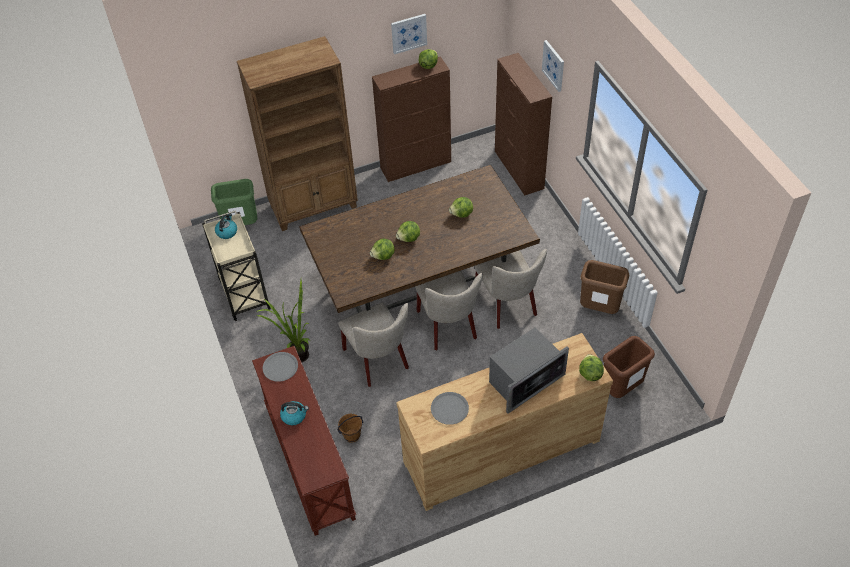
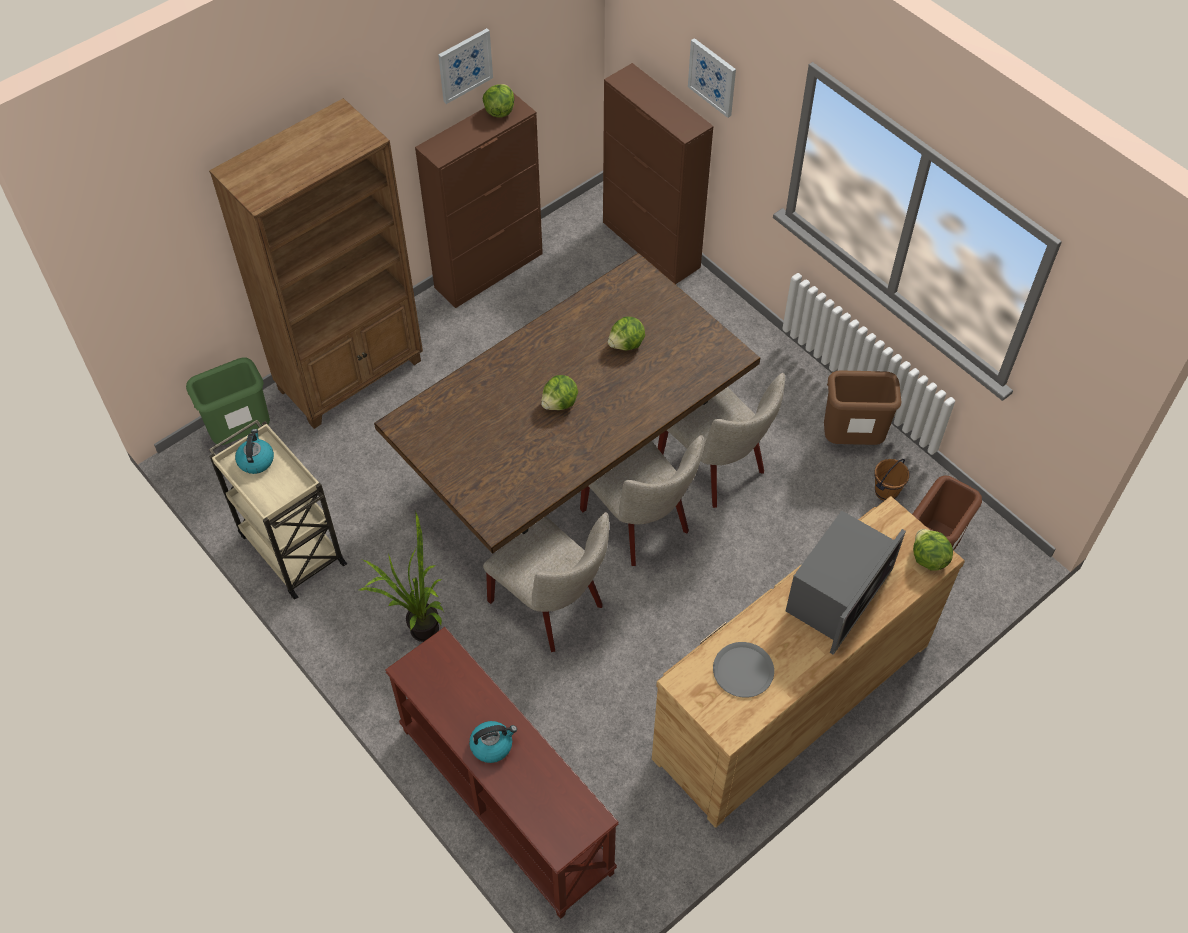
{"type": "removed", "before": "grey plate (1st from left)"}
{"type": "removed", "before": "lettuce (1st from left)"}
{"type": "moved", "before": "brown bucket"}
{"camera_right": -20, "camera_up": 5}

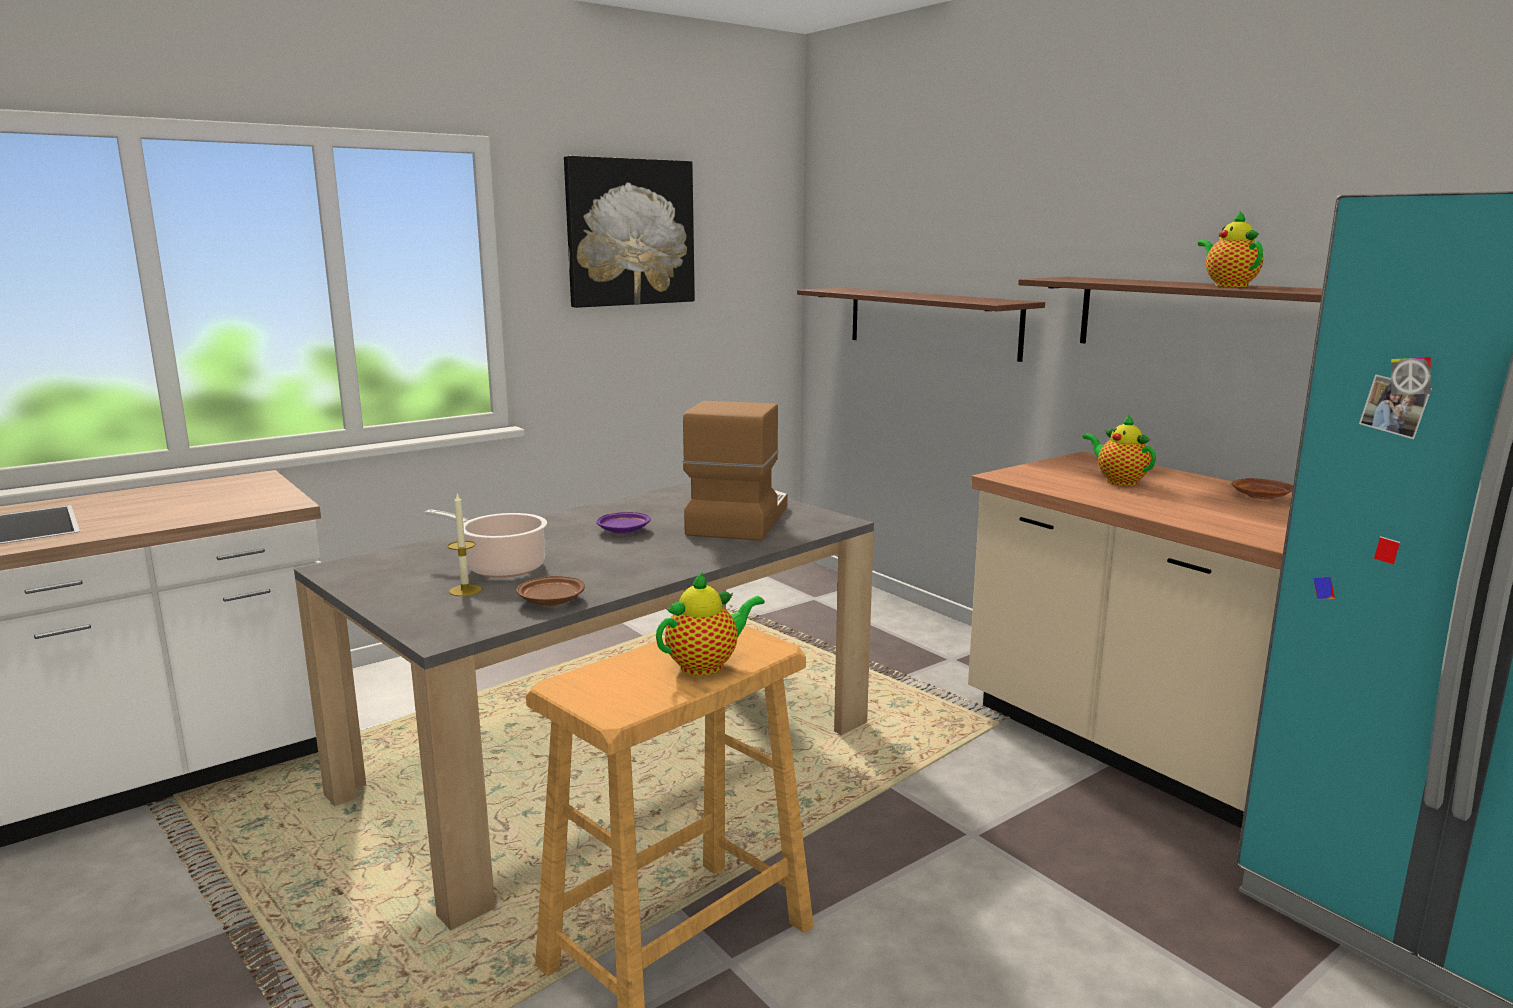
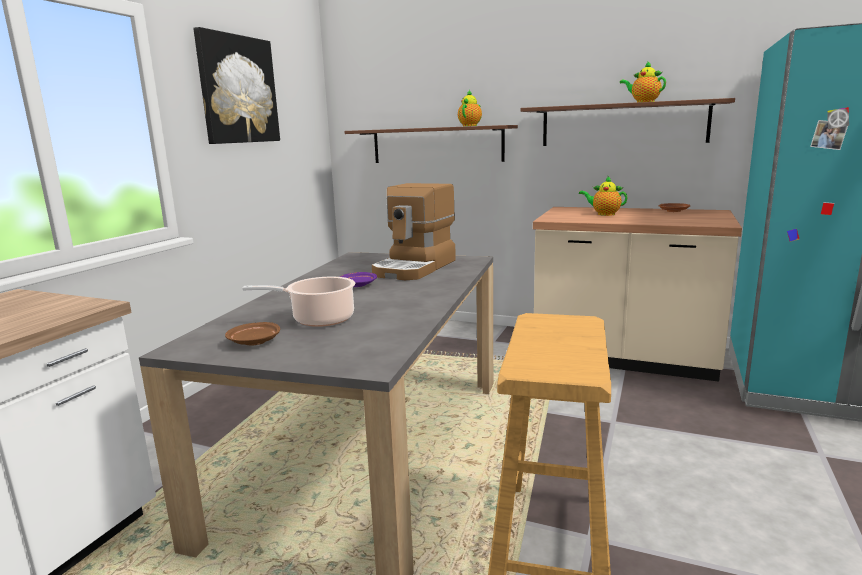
{"type": "removed", "before": "candle"}
{"type": "moved", "before": "brown plate (1st from left)"}
{"type": "moved", "before": "teapot (1st from left)"}
{"type": "turned", "before": "coffee machine", "turn": -135}
{"camera_right": -30, "camera_up": 0}

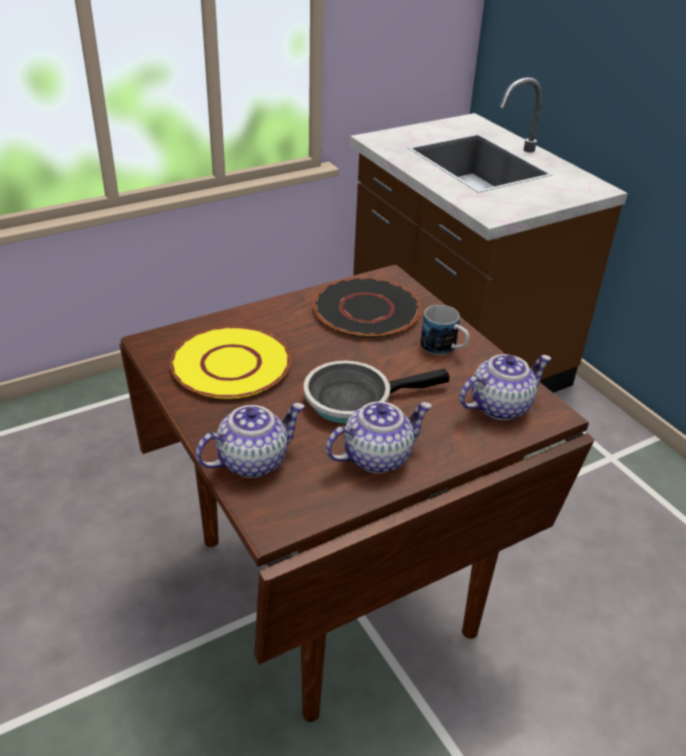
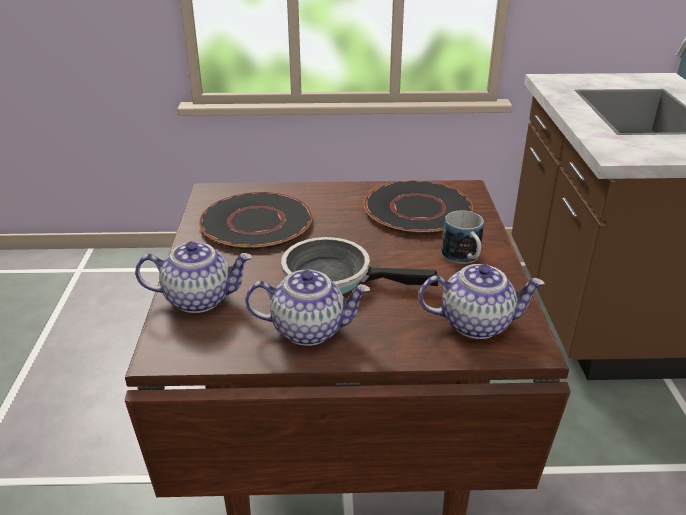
{"type": "recoloured", "before": "yellow plate", "after": "black plate (1st from left)"}
{"camera_right": 30, "camera_up": -5}

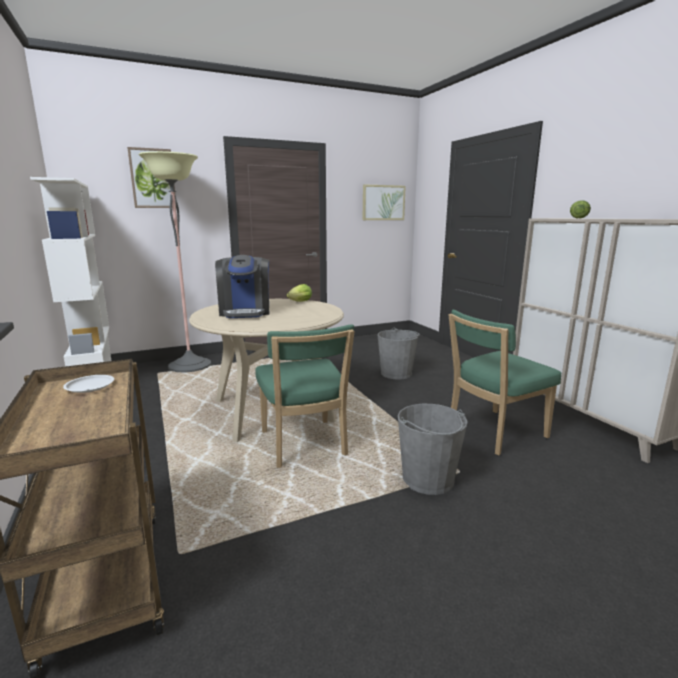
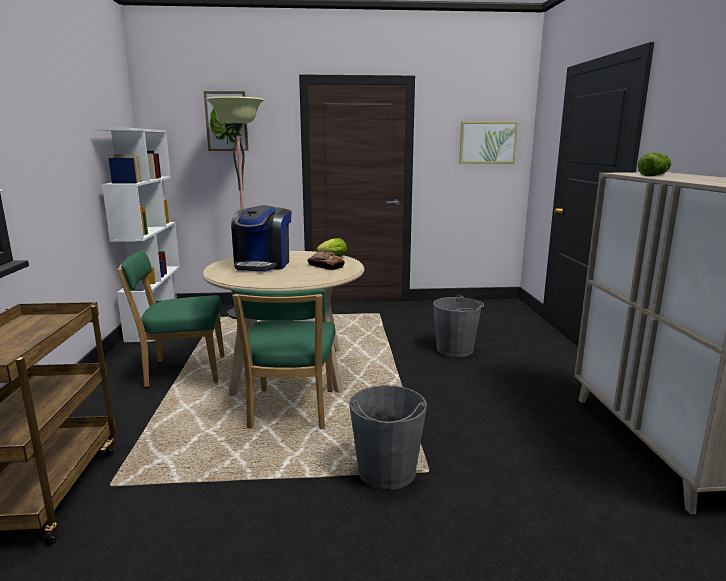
{"type": "removed", "before": "white plate"}
{"type": "added", "after": "bread"}
{"type": "moved", "before": "green chair (2nd from left in the first image)", "after": "green chair (1st from left)"}
{"camera_right": 20, "camera_up": 0}

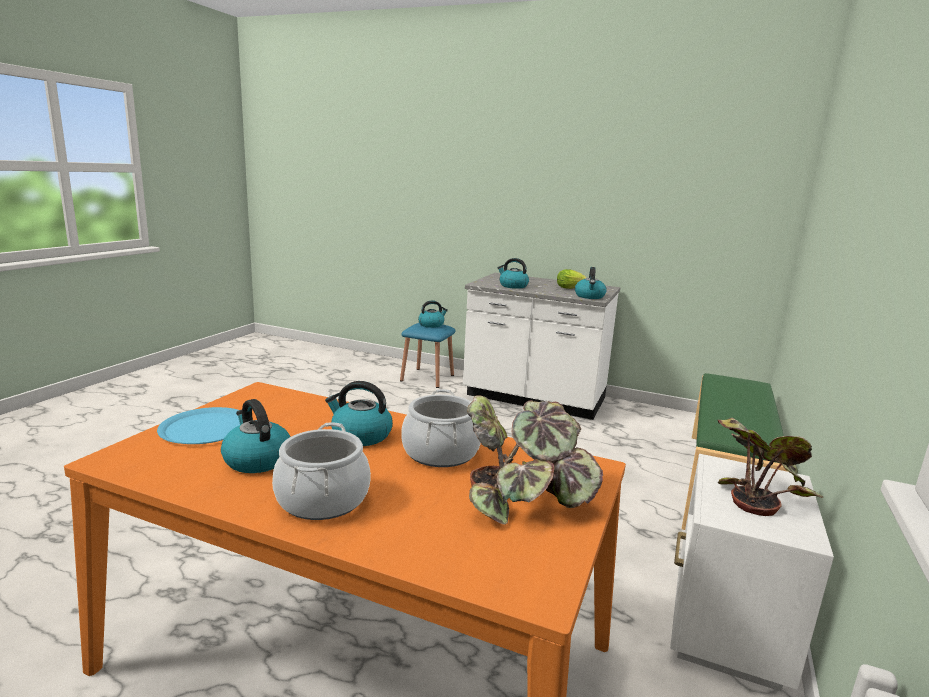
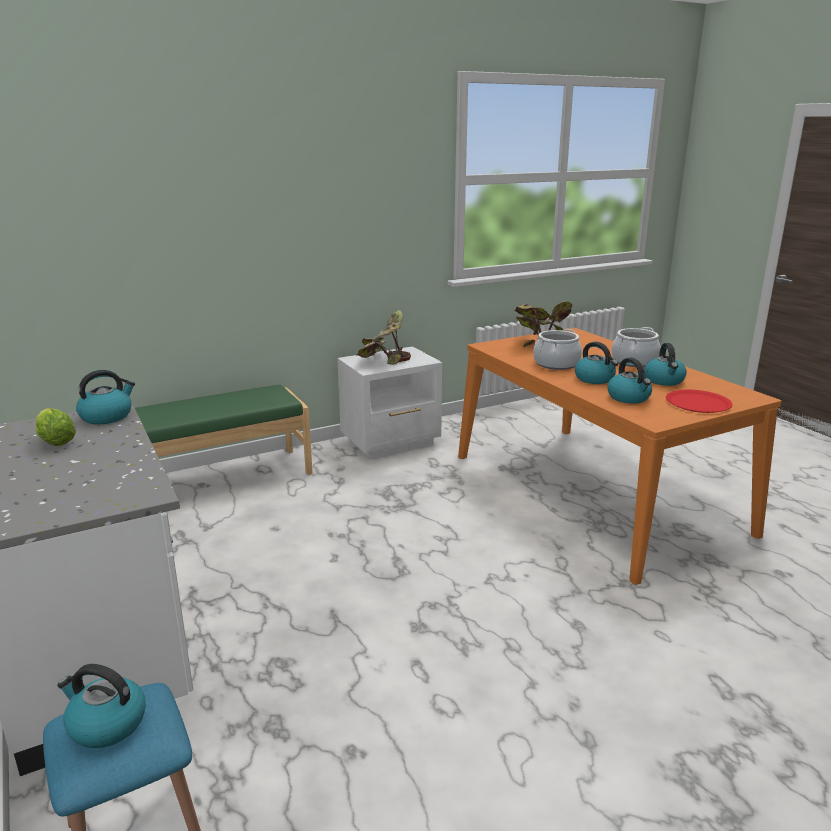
{"type": "moved", "before": "kettle (4th from left)"}
{"type": "recoloured", "before": "blue plate", "after": "red plate"}
{"camera_right": -140, "camera_up": 5}

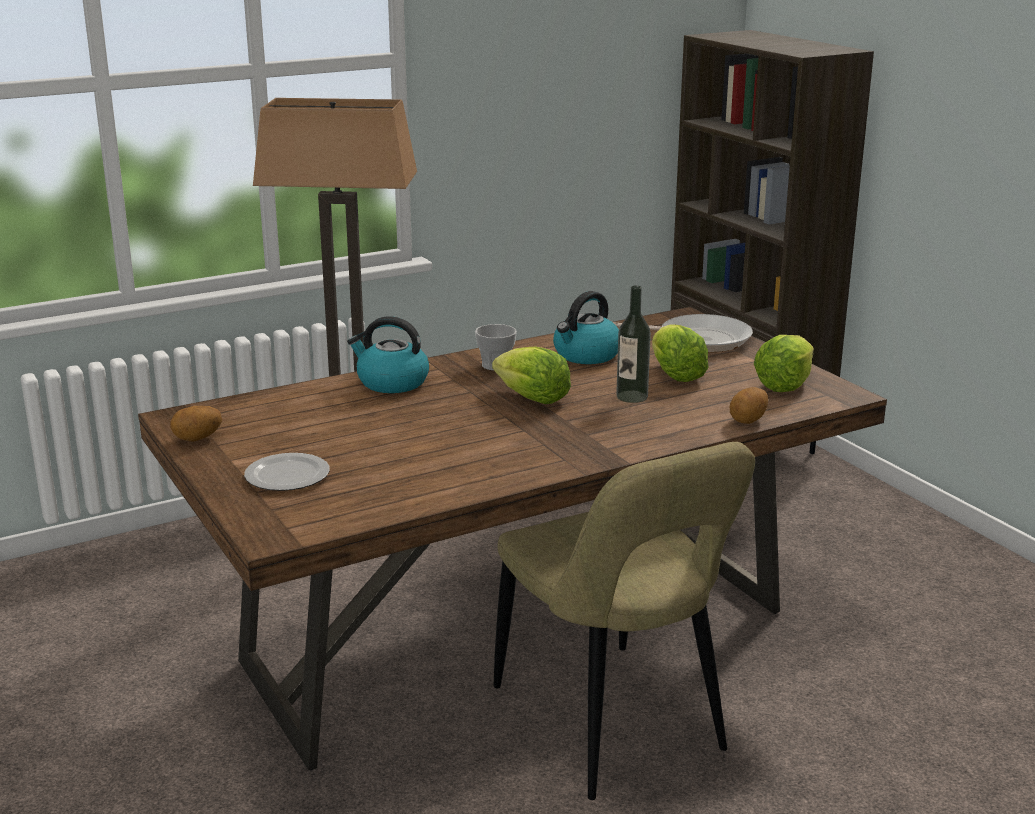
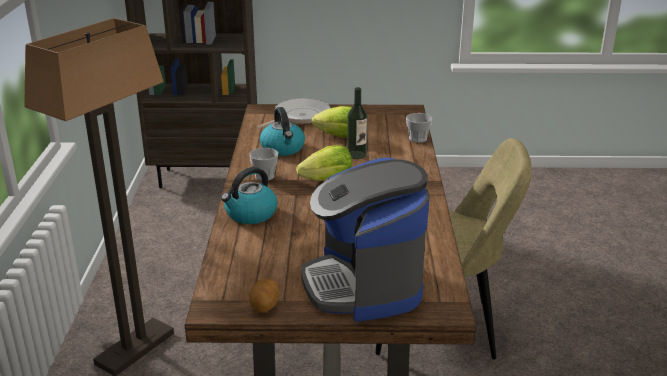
{"type": "removed", "before": "lettuce (3rd from left)"}
{"type": "replaced", "before": "plate", "after": "coffee machine"}
{"type": "replaced", "before": "potato (2nd from left)", "after": "cup (2nd from left)"}
{"camera_right": -60, "camera_up": 5}

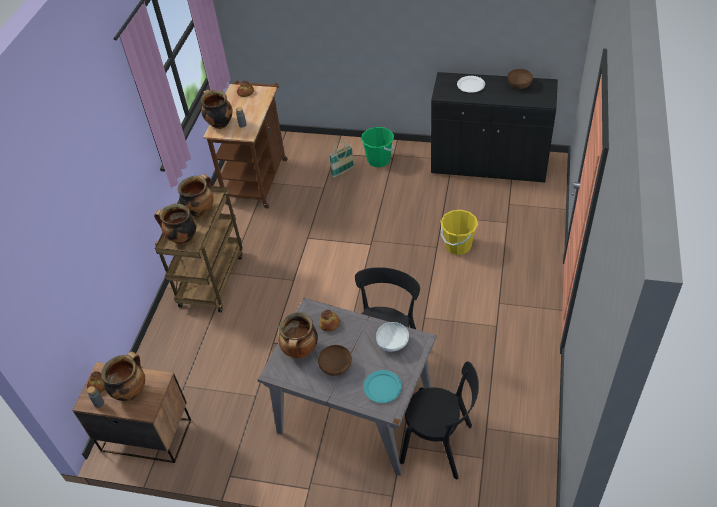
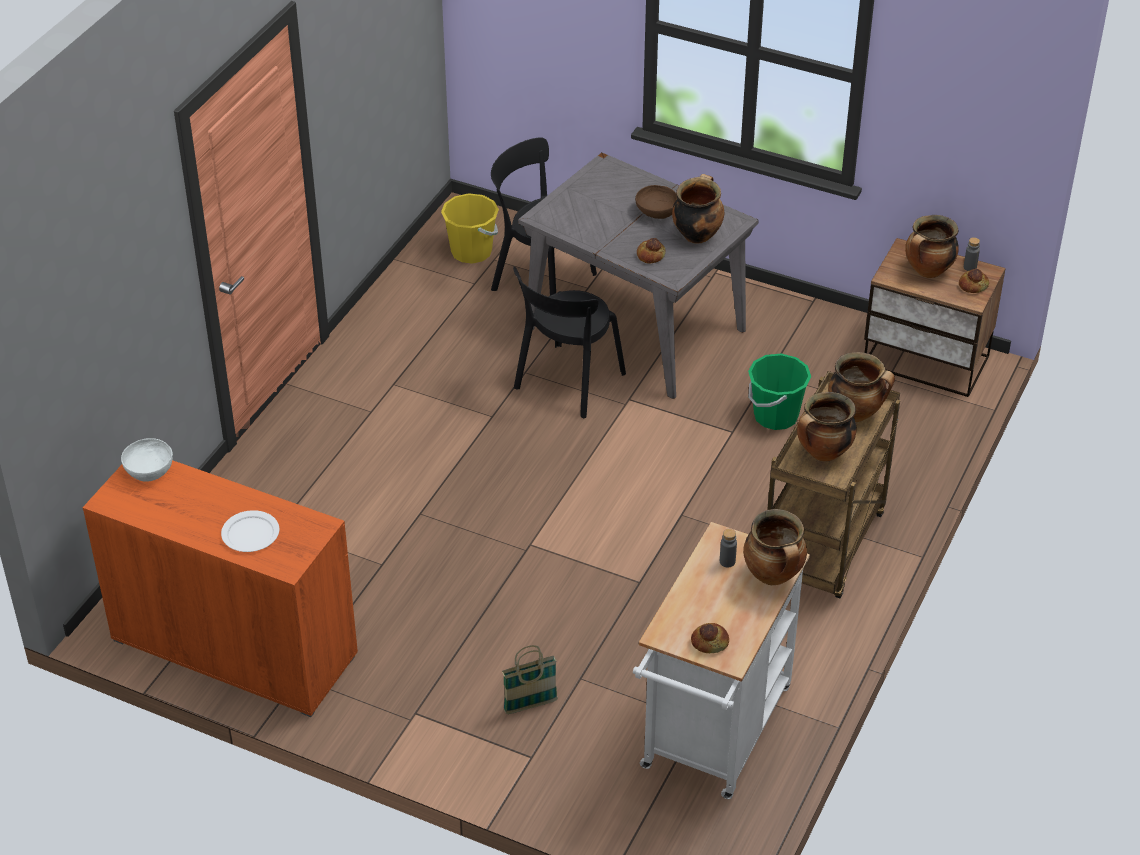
{"type": "removed", "before": "turquoise plate"}
{"type": "removed", "before": "brown bowl (2nd from left)"}
{"type": "moved", "before": "green bucket"}
{"type": "moved", "before": "white bowl"}
{"type": "moved", "before": "yellow bucket"}
{"type": "recoloured", "before": "brown cart (2nd from left)", "after": "white cart"}
{"type": "recoloured", "before": "black cabinet", "after": "orange cabinet"}
{"camera_right": -170, "camera_up": -5}

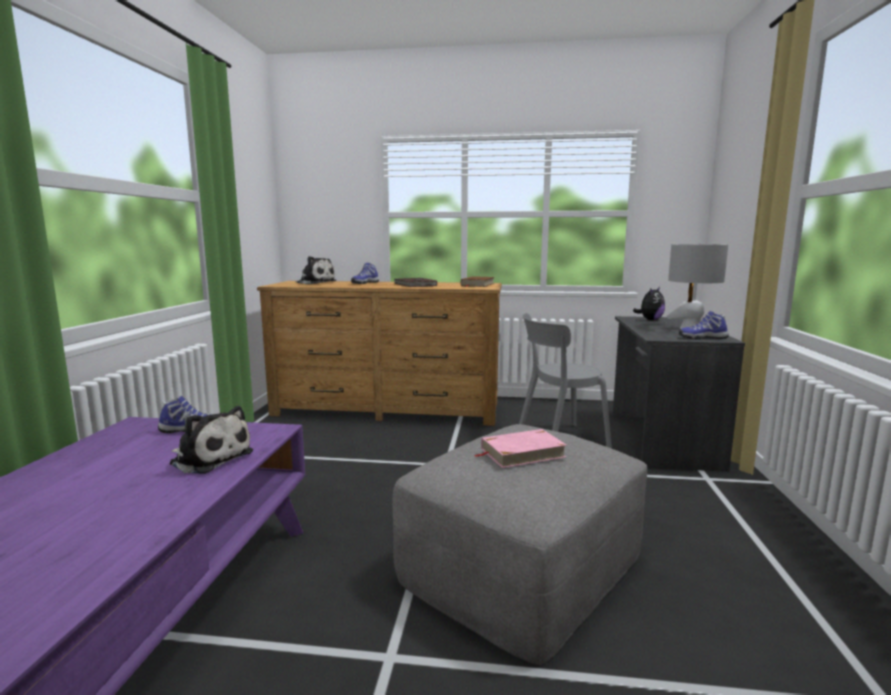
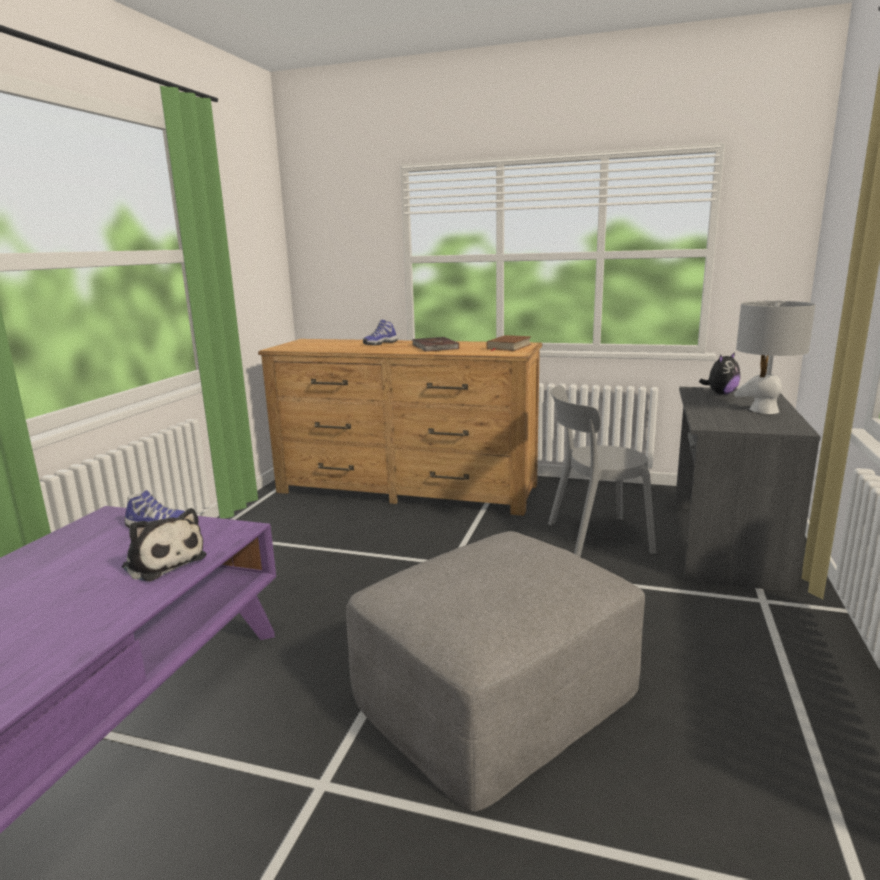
{"type": "removed", "before": "plush toy (2nd from left)"}
{"type": "removed", "before": "pink book"}
{"type": "removed", "before": "shoe (3rd from left)"}
{"camera_right": 10, "camera_up": 5}

